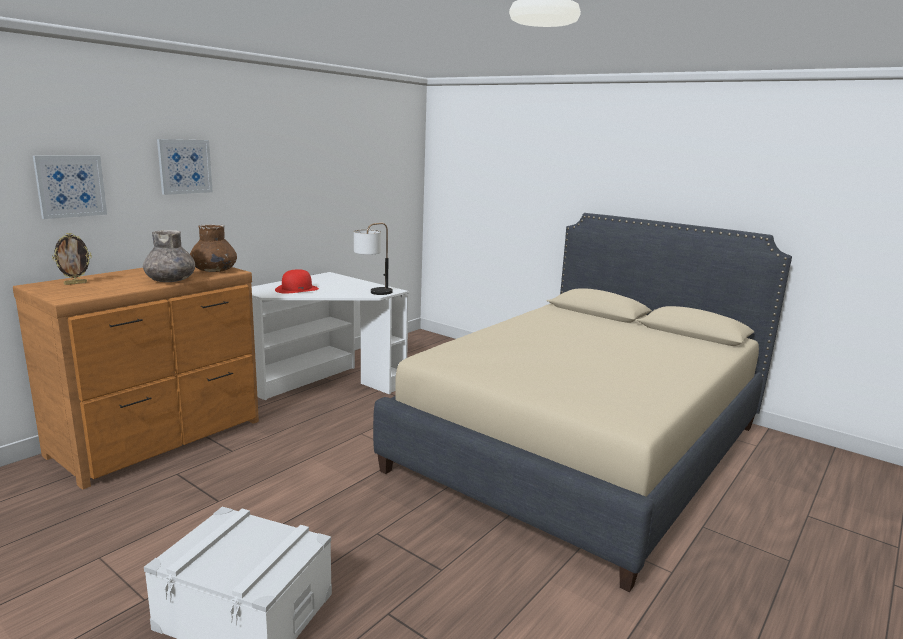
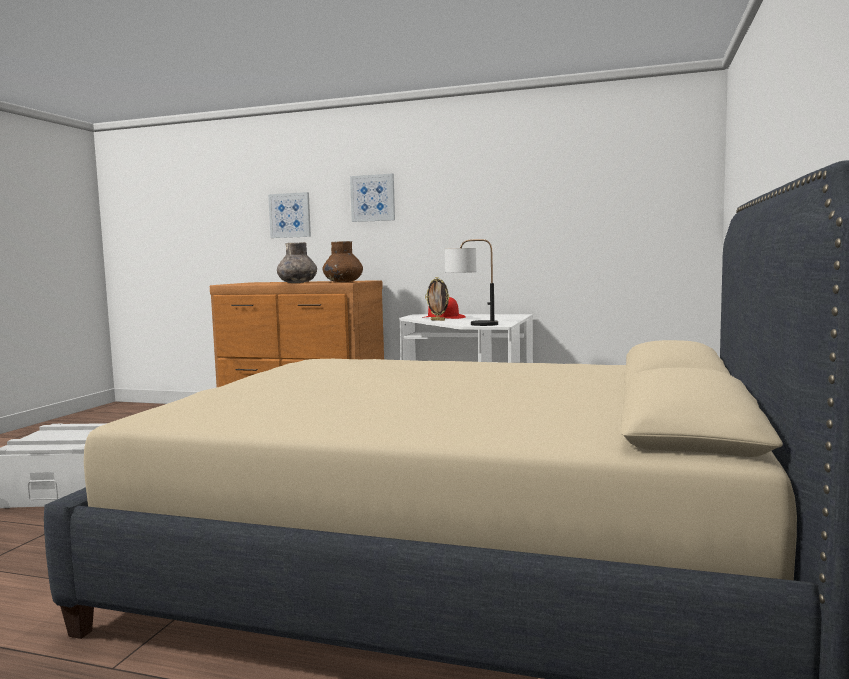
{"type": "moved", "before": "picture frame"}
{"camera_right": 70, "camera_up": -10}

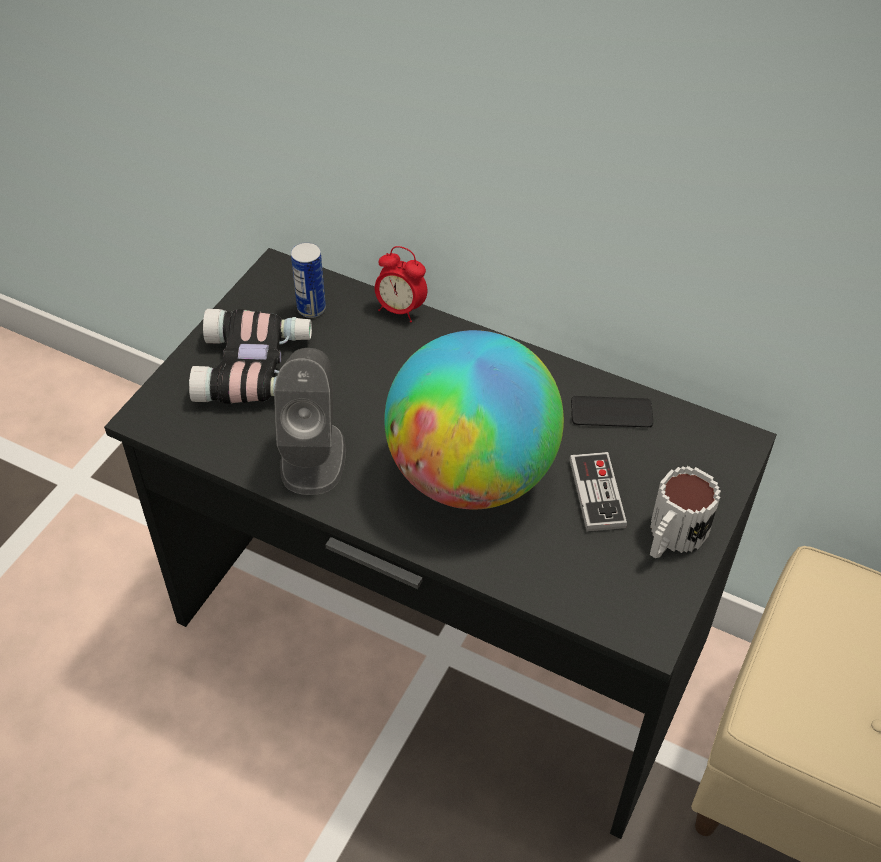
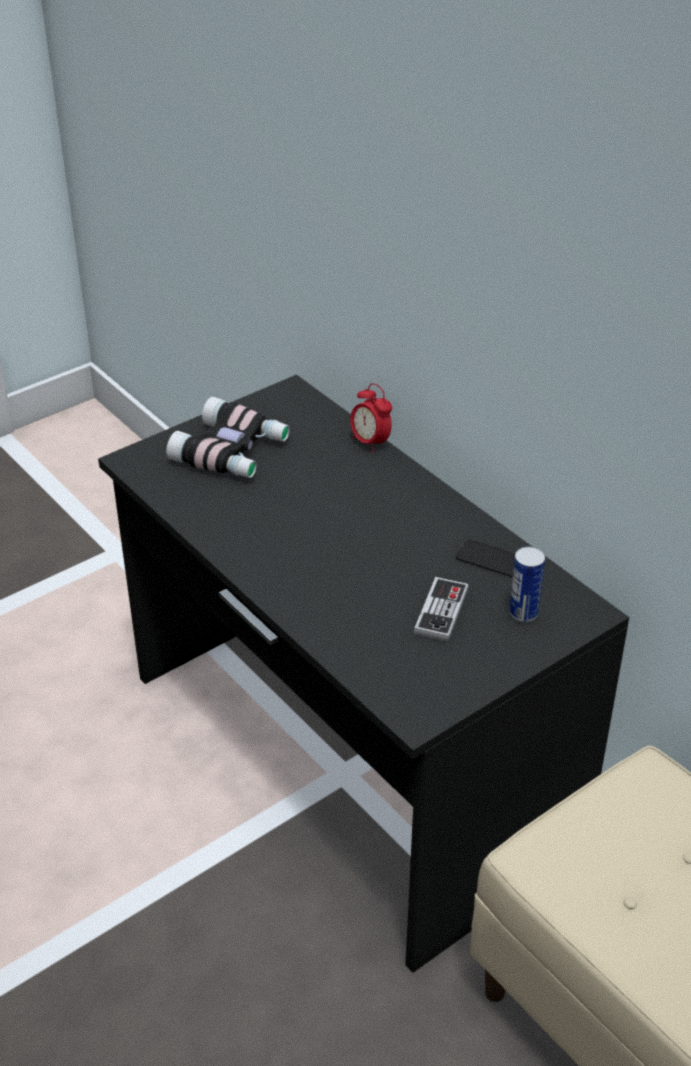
{"type": "removed", "before": "grey speaker"}
{"type": "removed", "before": "globe"}
{"type": "removed", "before": "mug"}
{"type": "moved", "before": "can"}
{"camera_right": 25, "camera_up": -10}

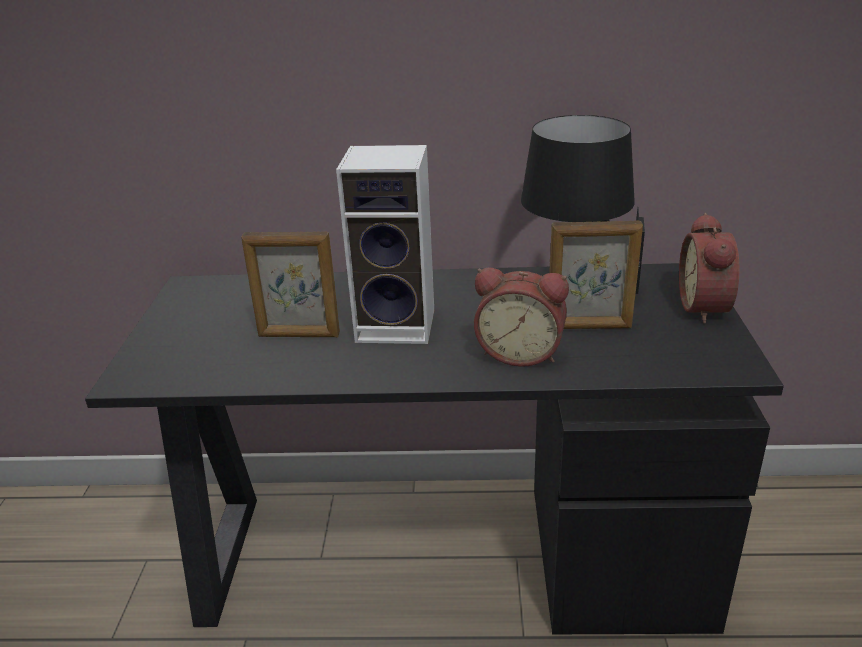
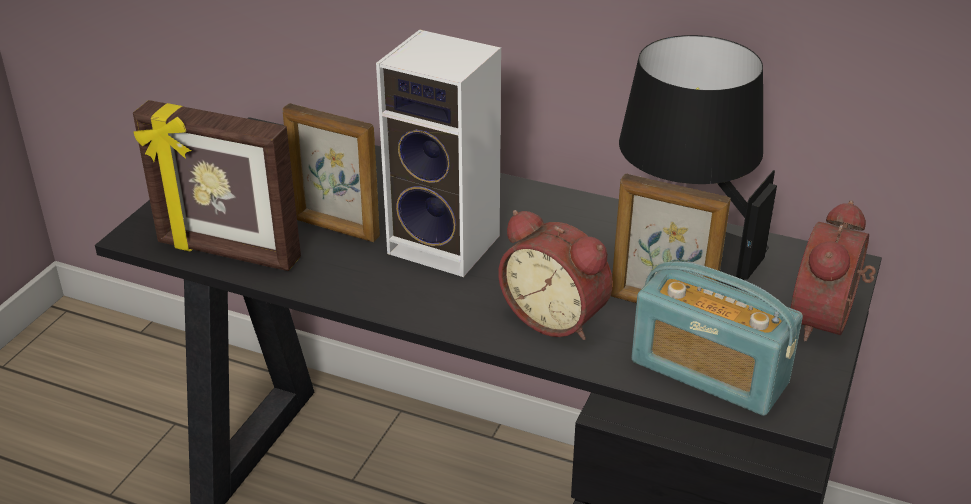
{"type": "added", "after": "picture frame (1st from left)"}
{"type": "added", "after": "radio"}
{"camera_right": 20, "camera_up": 5}

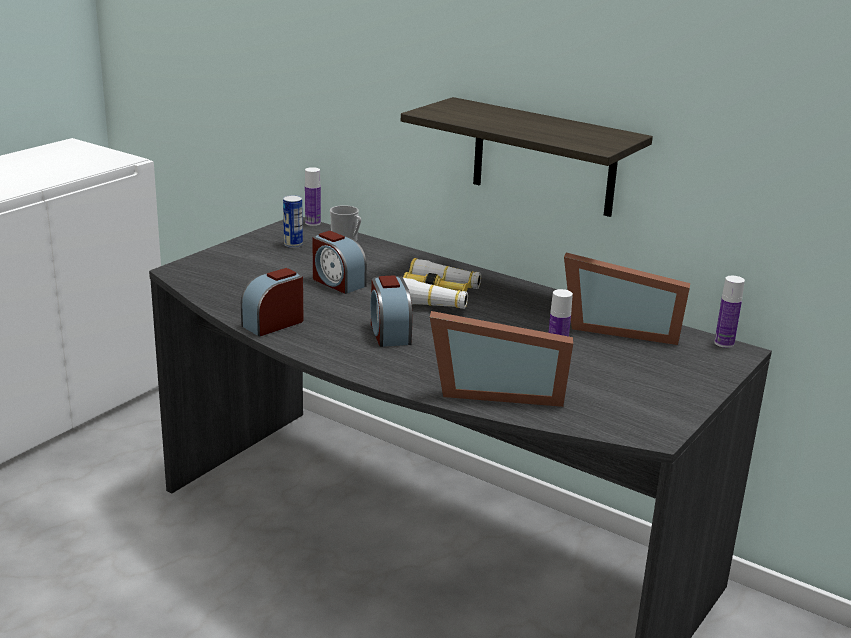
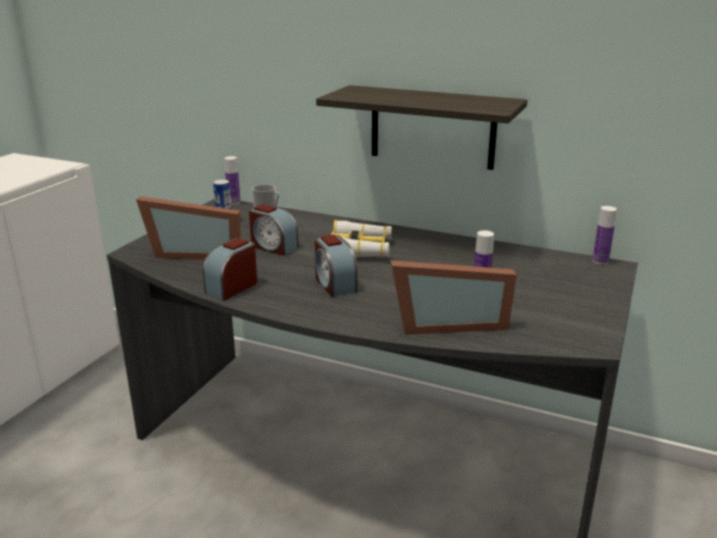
{"type": "moved", "before": "picture frame (2nd from left in the first image)", "after": "picture frame (1st from left)"}
{"camera_right": -10, "camera_up": 0}

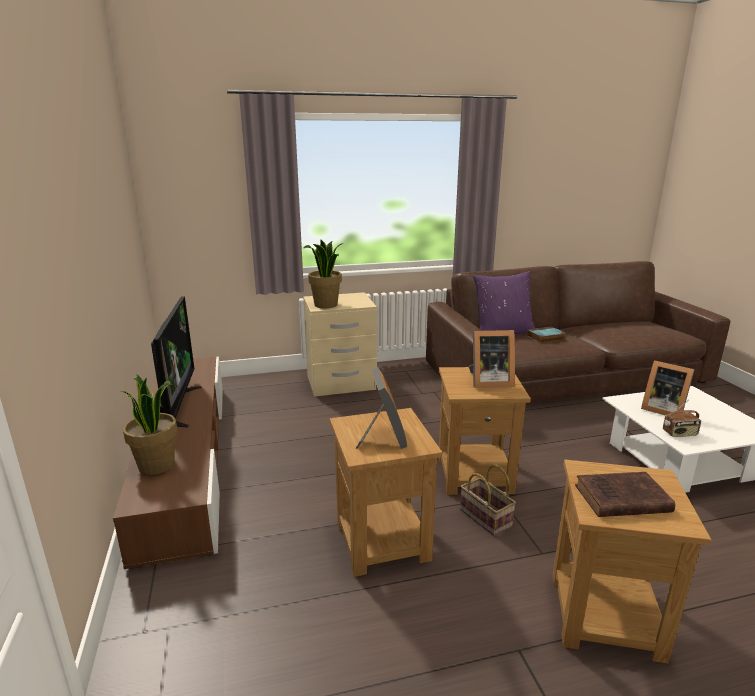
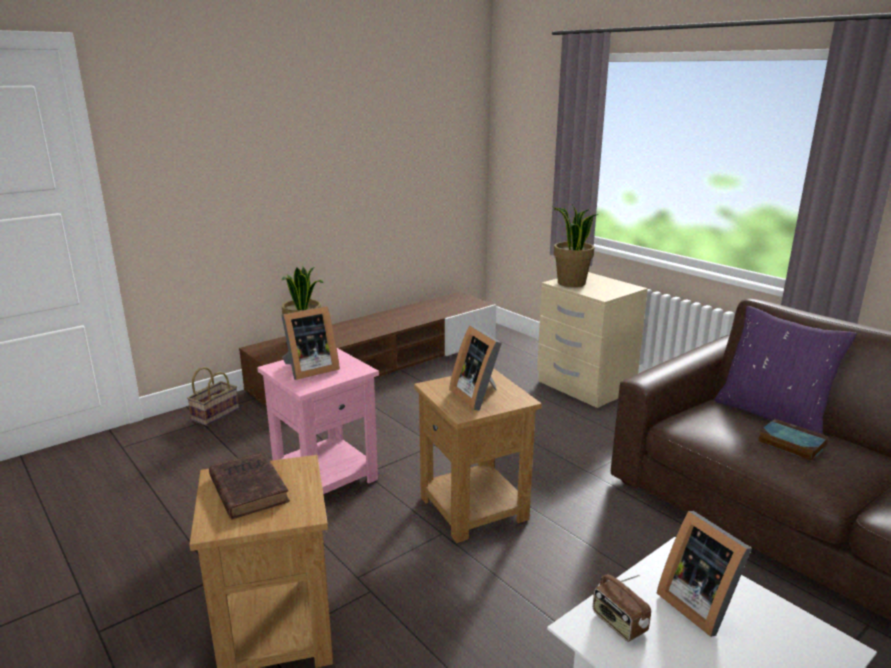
{"type": "removed", "before": "television"}
{"type": "moved", "before": "basket"}
{"type": "recoloured", "before": "brown side table (1st from left)", "after": "pink side table"}
{"type": "turned", "before": "picture frame (3rd from left)", "turn": -45}
{"camera_right": 65, "camera_up": 0}

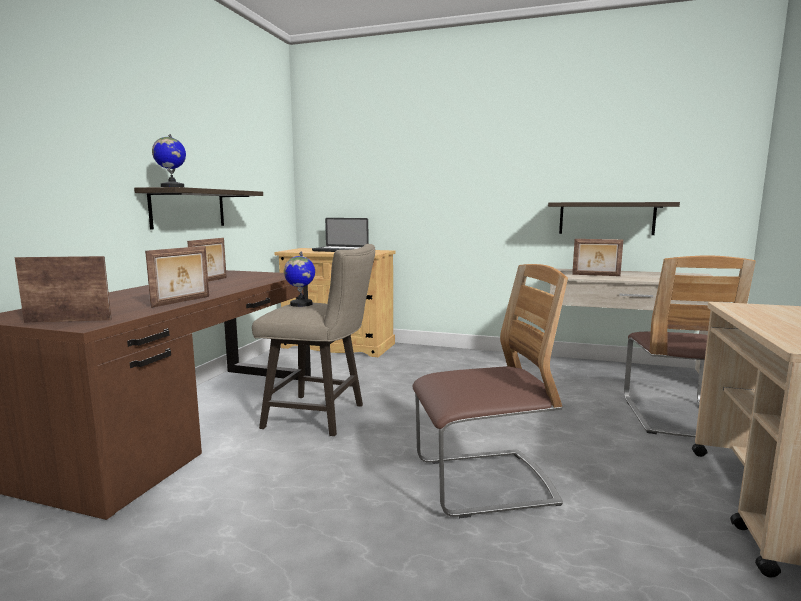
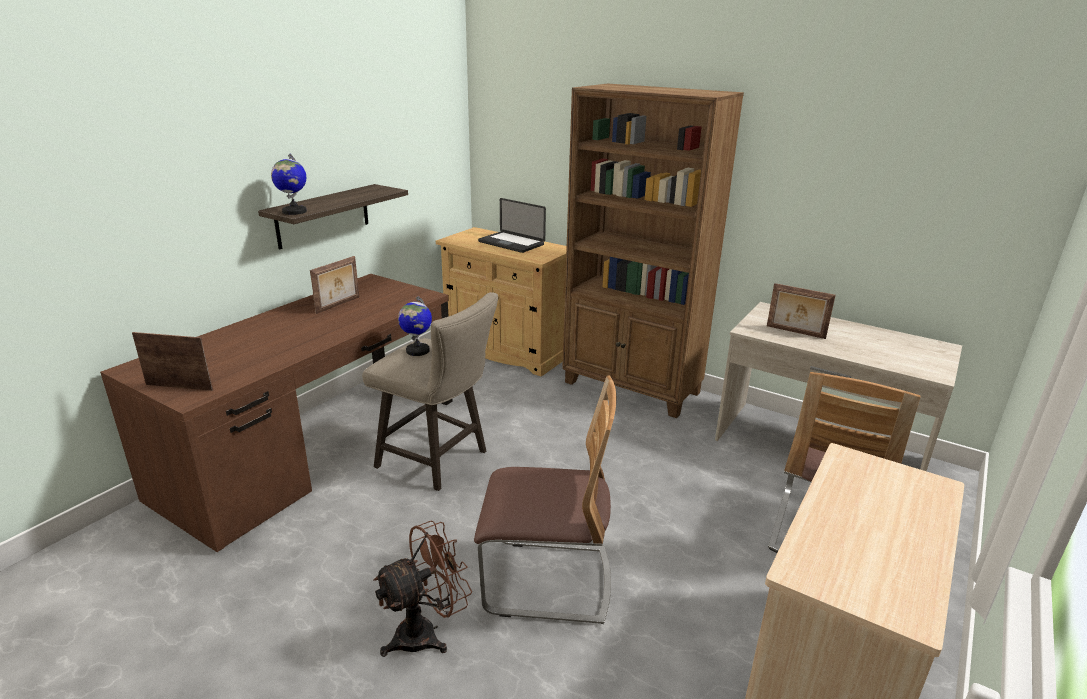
{"type": "removed", "before": "picture frame (2nd from left)"}
{"type": "removed", "before": "shelf (2nd from left)"}
{"type": "added", "after": "brown fan"}
{"type": "added", "after": "brown bookcase"}
{"camera_right": 15, "camera_up": 15}

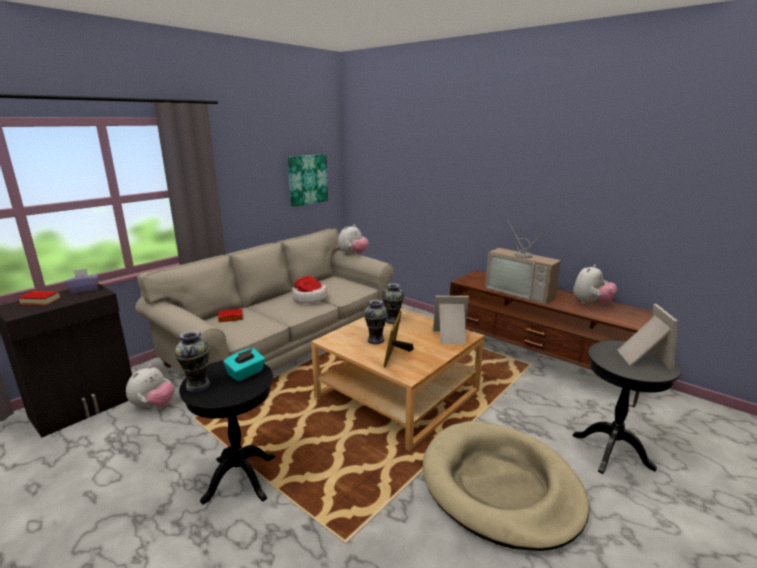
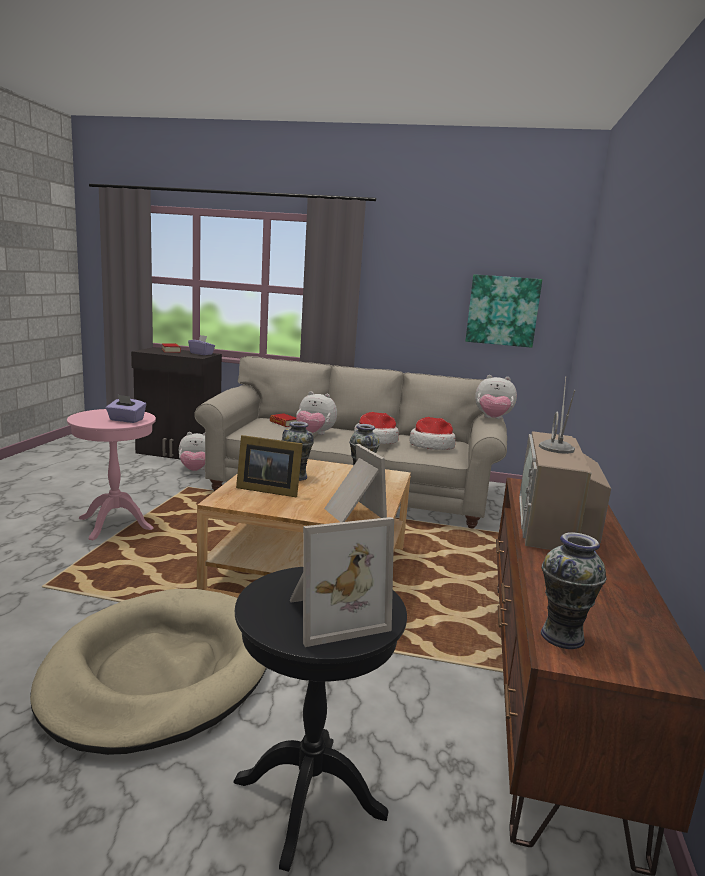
{"type": "added", "after": "hat (2nd from left)"}
{"type": "moved", "before": "vase (1st from left in the first image)", "after": "vase (3rd from left)"}
{"type": "moved", "before": "plush toy (3rd from left in the first image)", "after": "plush toy (2nd from left)"}
{"type": "recoloured", "before": "black side table (1st from left)", "after": "pink side table"}
{"type": "recoloured", "before": "turquoise tissue box", "after": "purple tissue box (1st from left)"}
{"type": "turned", "before": "picture frame (1st from left)", "turn": -150}
{"camera_right": 60, "camera_up": -5}

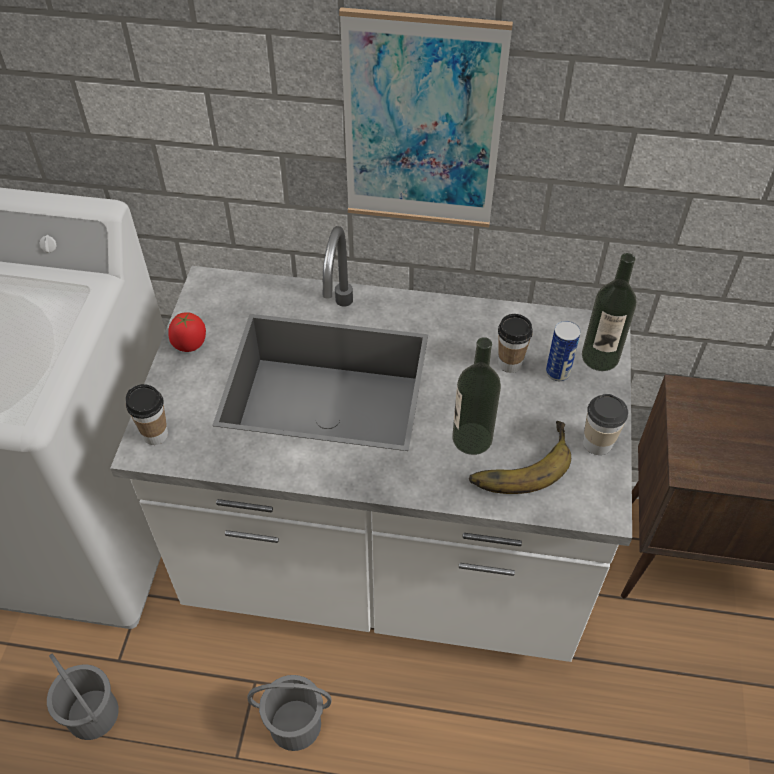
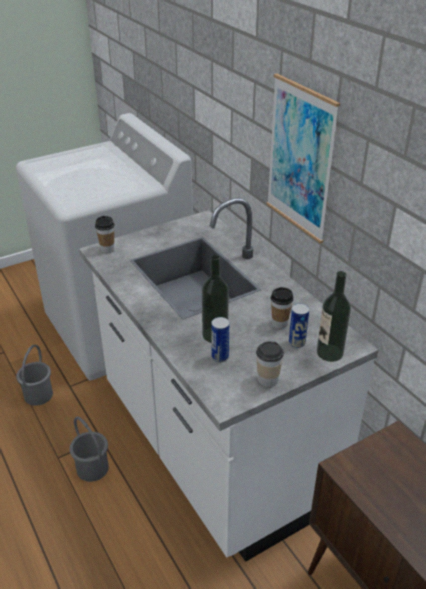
{"type": "removed", "before": "tomato"}
{"type": "replaced", "before": "banana", "after": "can (1st from left)"}
{"camera_right": 50, "camera_up": -15}

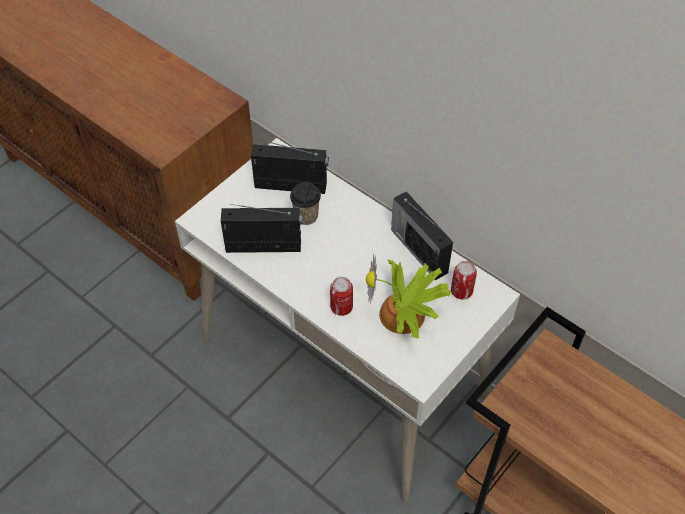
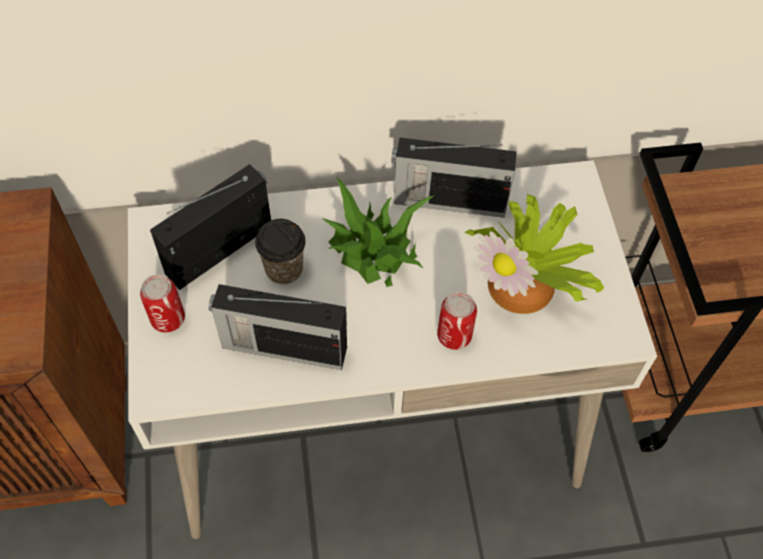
{"type": "added", "after": "potted plant (1st from left)"}
{"type": "moved", "before": "can (2nd from left in the first image)", "after": "can (1st from left)"}
{"type": "turned", "before": "radio (1st from left in the first image)", "turn": -120}
{"camera_right": -50, "camera_up": 5}

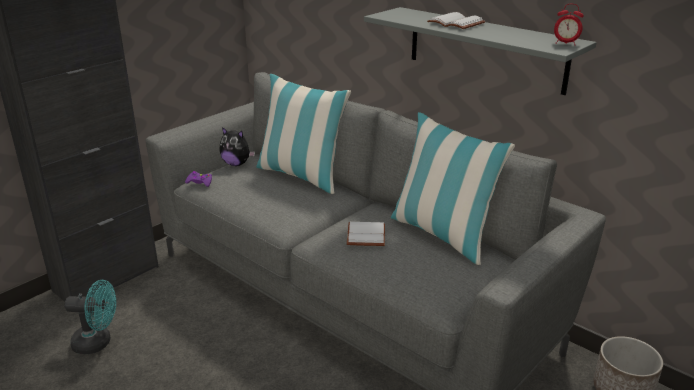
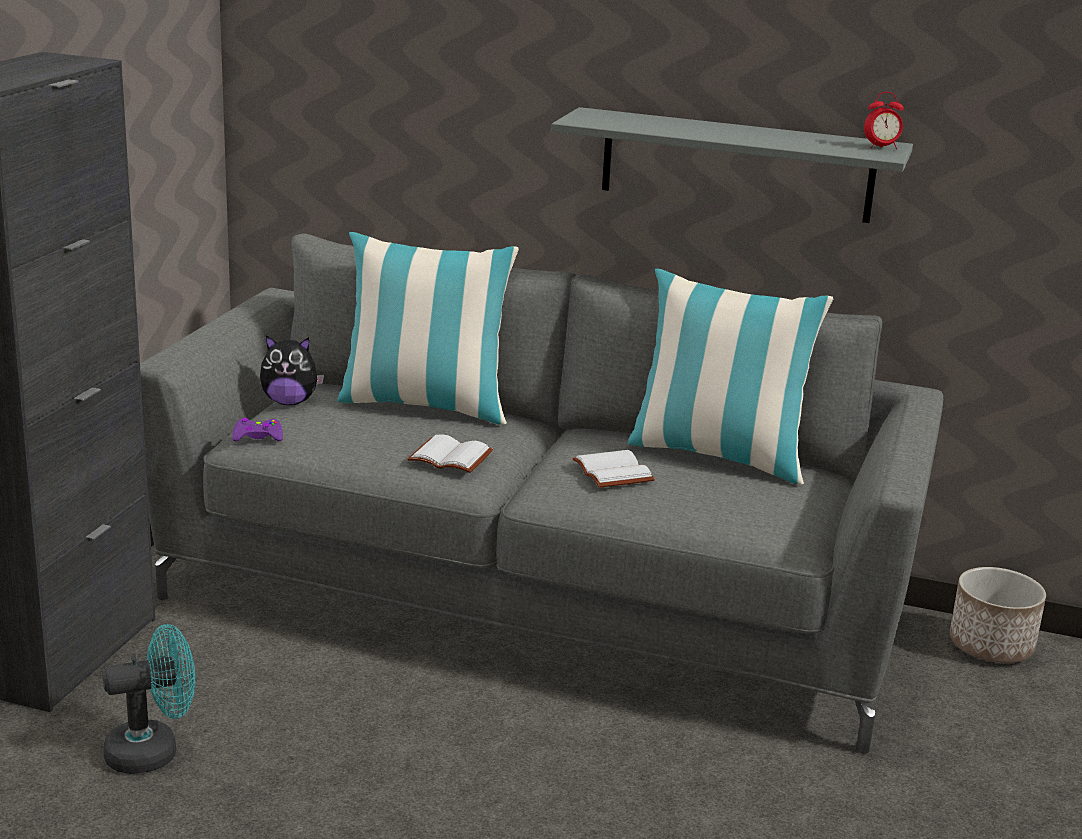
{"type": "moved", "before": "white book (2nd from left in the first image)", "after": "white book (1st from left)"}
{"camera_right": -25, "camera_up": -5}

